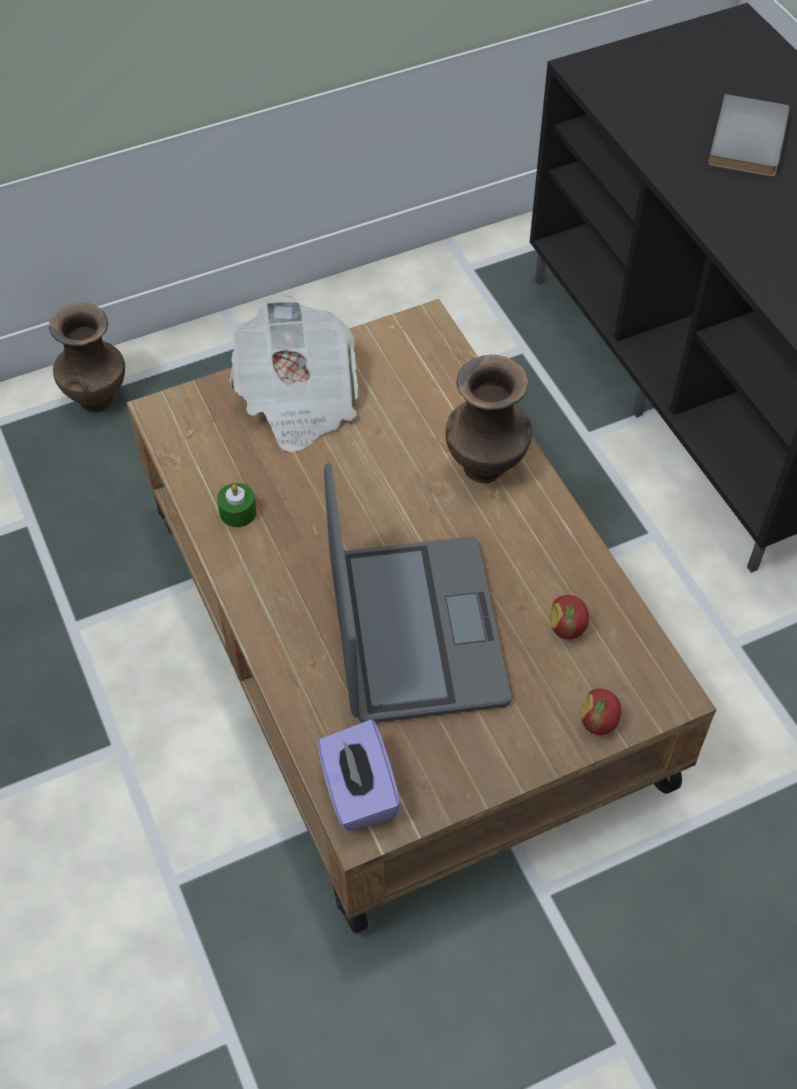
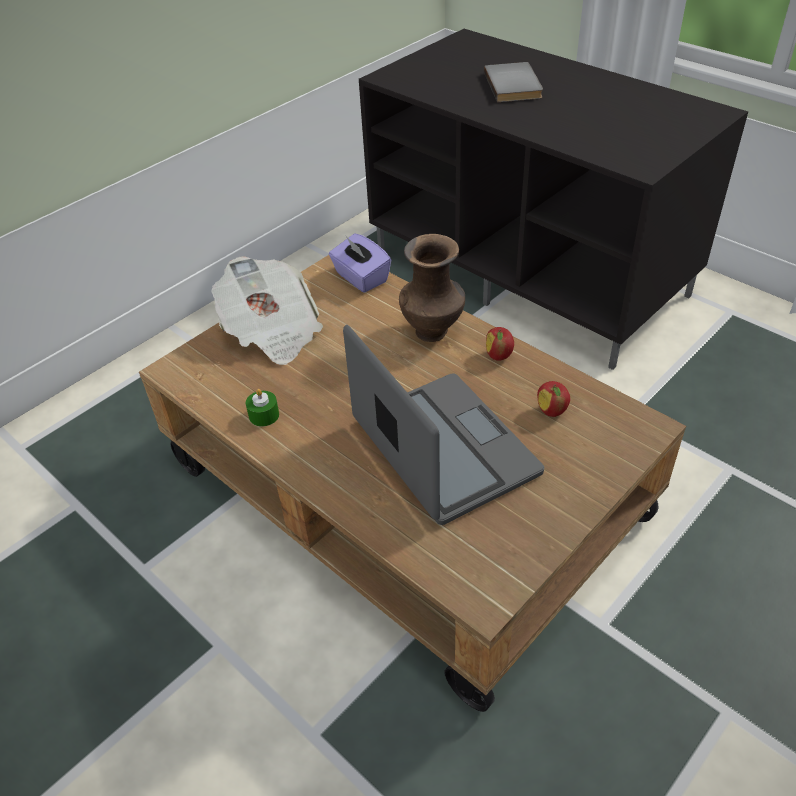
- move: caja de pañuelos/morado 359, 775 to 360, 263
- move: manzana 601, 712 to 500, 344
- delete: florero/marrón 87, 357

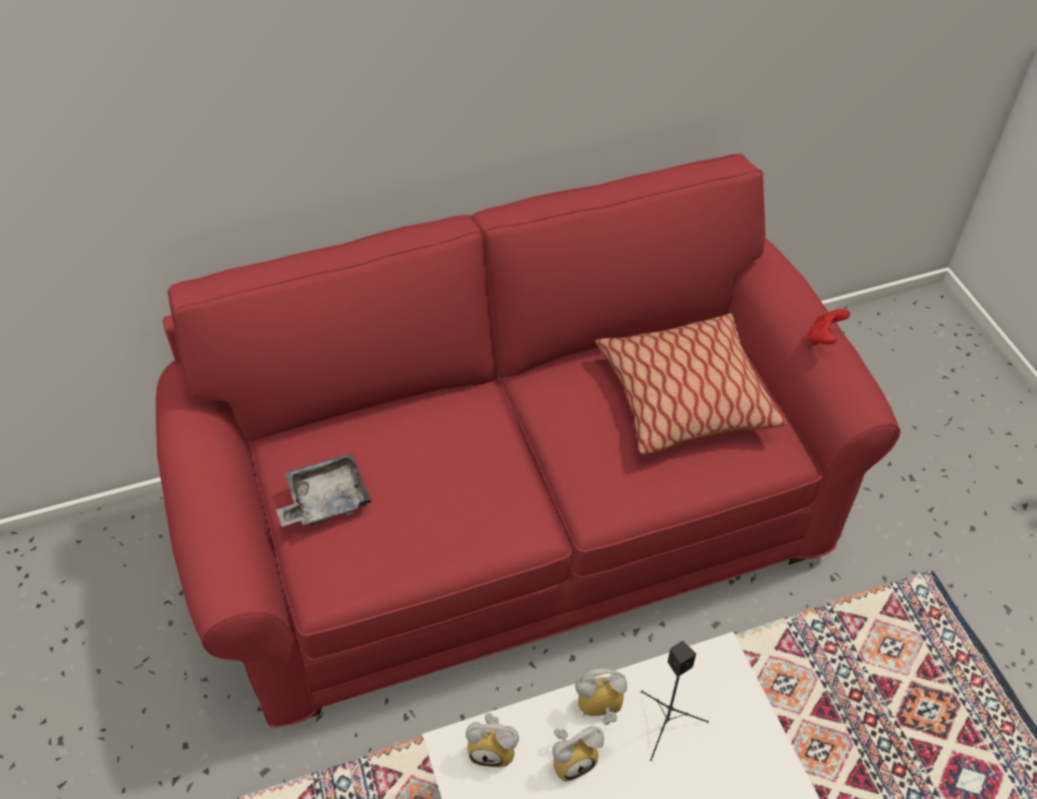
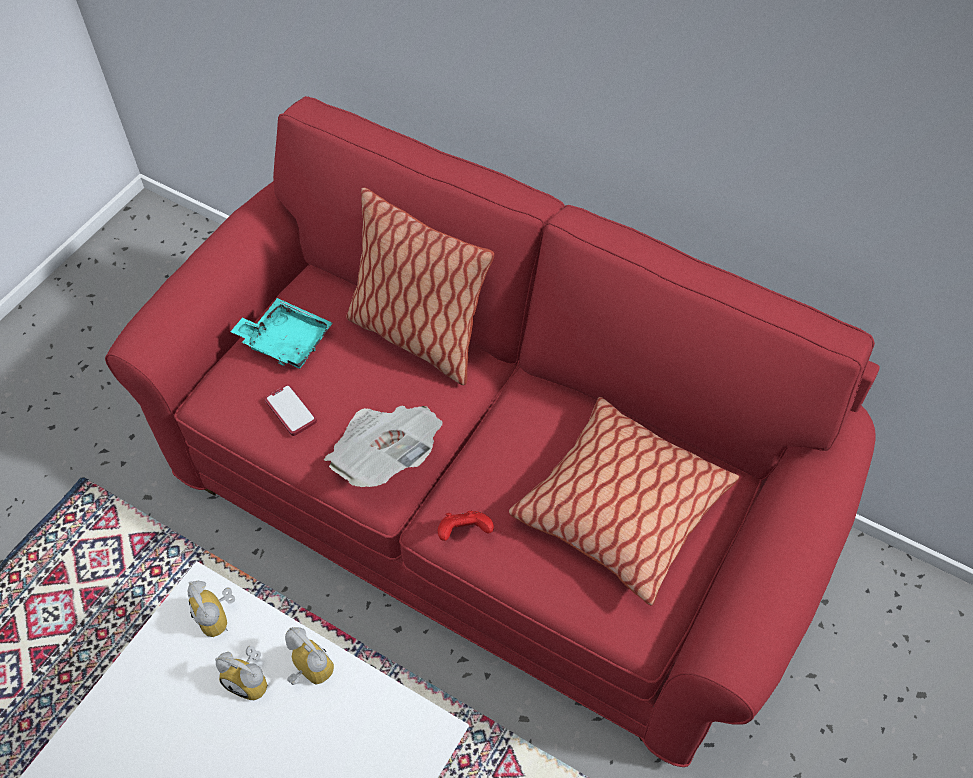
- recolor: bandeja/gris 323, 490 to bandeja/turquesa 281, 333
- insert: móvil 291, 410
- insert: periódico 383, 446
- insert: cojín 420, 286
- move: mando de consola/rojo 828, 327 to 466, 526
- delete: altavoz/negro 675, 701

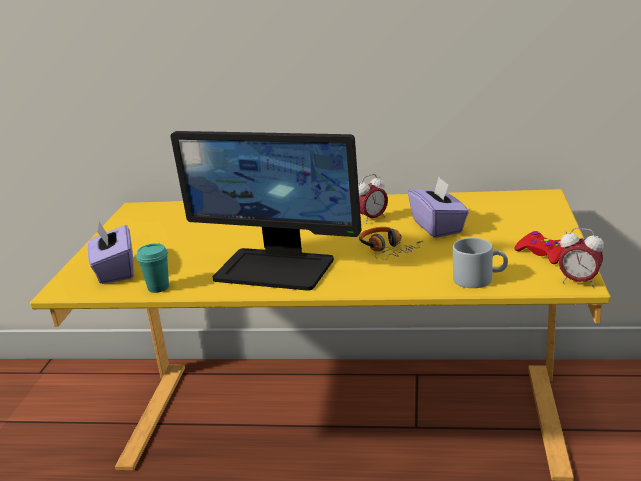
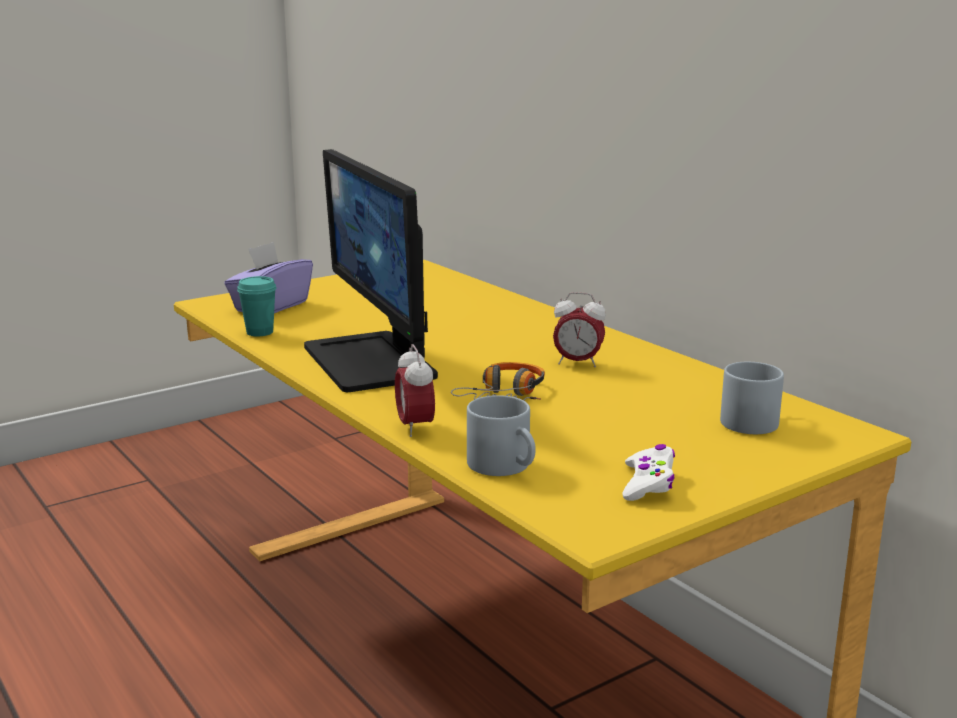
- move: despertador 581, 257 to 415, 390
- recolor: mando de consola/rojo 539, 247 to mando de consola/blanco 648, 472
- insert: taza grande/gris 752, 398
- delete: caja de pañuelos/morado 438, 207

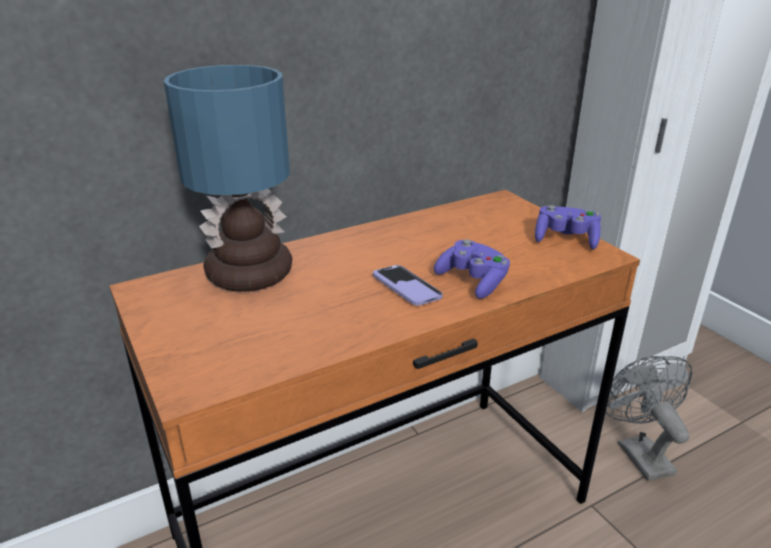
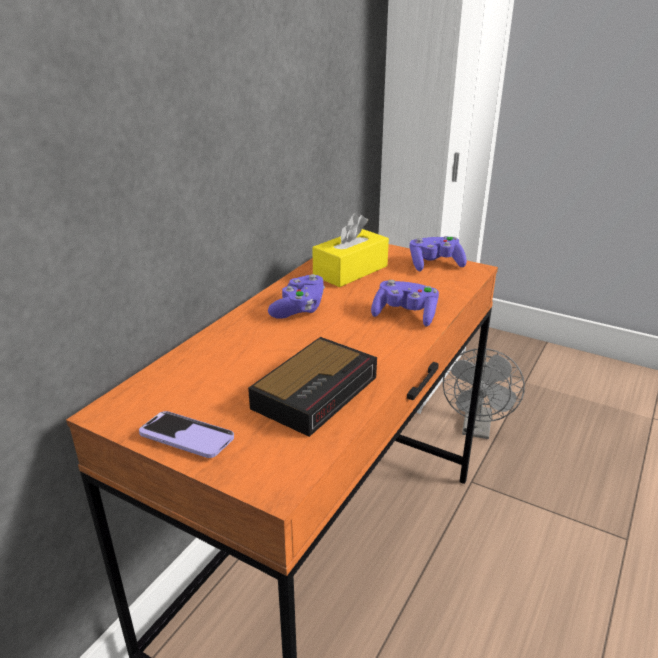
- move: móvil 408, 285 to 186, 434
- insert: despertador 312, 387
- insert: mando de consola/morado 296, 296
- insert: caja de pañuelos/amarillo 351, 250
- rotate: ventilador/gris 649, 418 = 484, 393 120 degrees counterclockwise
- delete: lámpara de mesa 228, 178

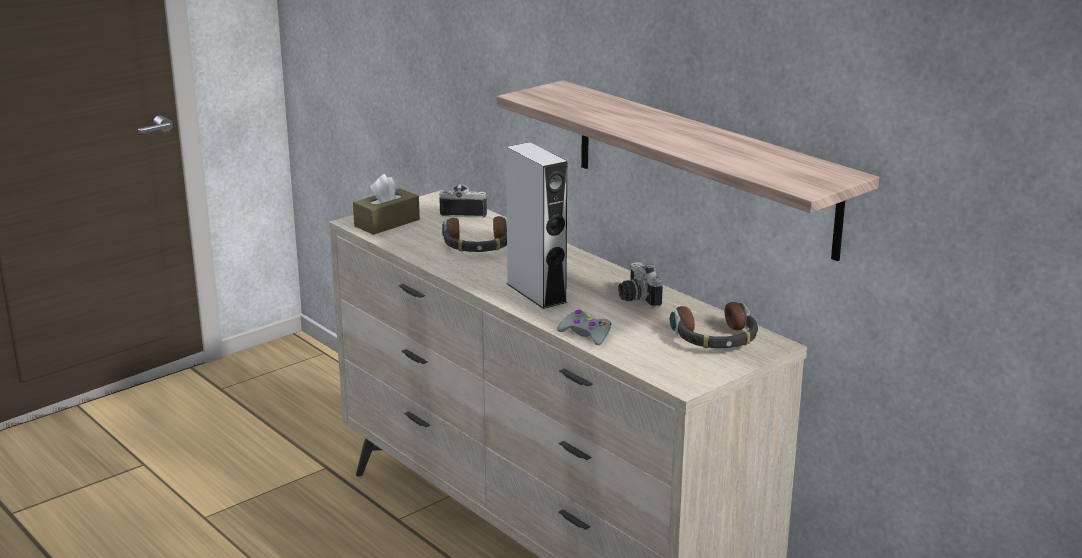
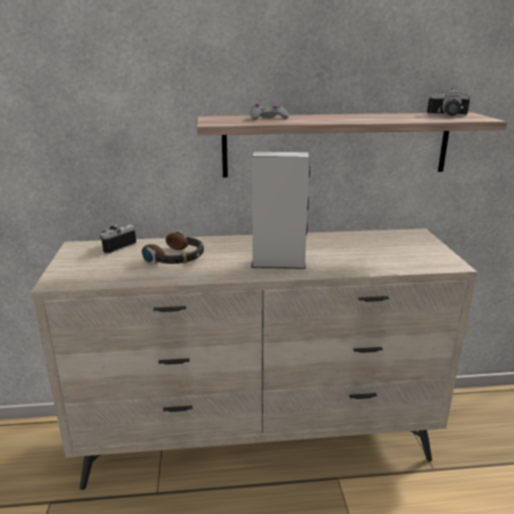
- move: mando de consola/gris 584, 327 to 269, 112
- move: cámara 640, 285 to 448, 102
- delete: caja de pañuelos/marrón 386, 204
- delete: auriculares 714, 325

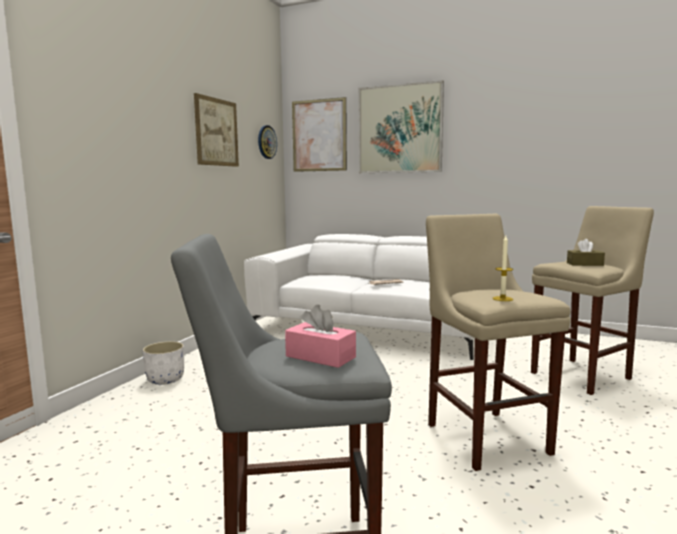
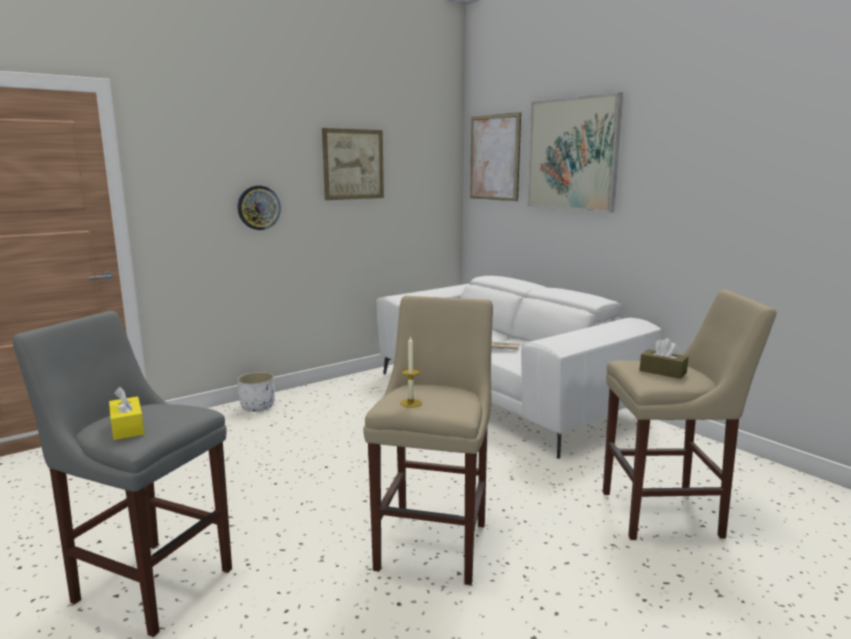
- recolor: caja de pañuelos/rosa 320, 336 to caja de pañuelos/amarillo 126, 413
- move: reloj de pared 267, 142 to 259, 208

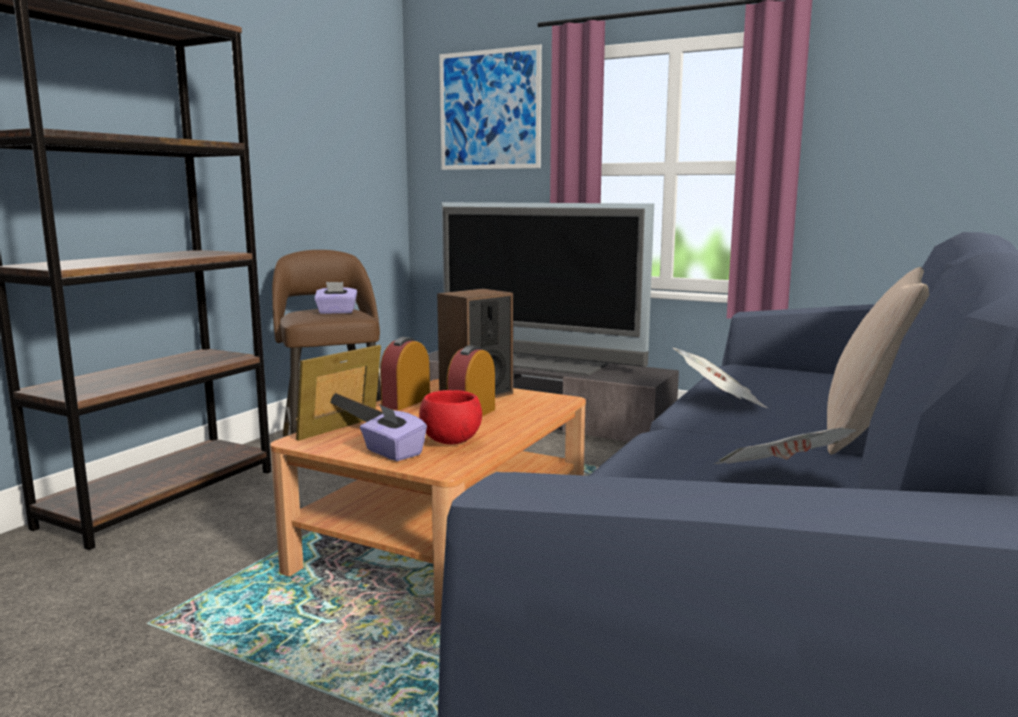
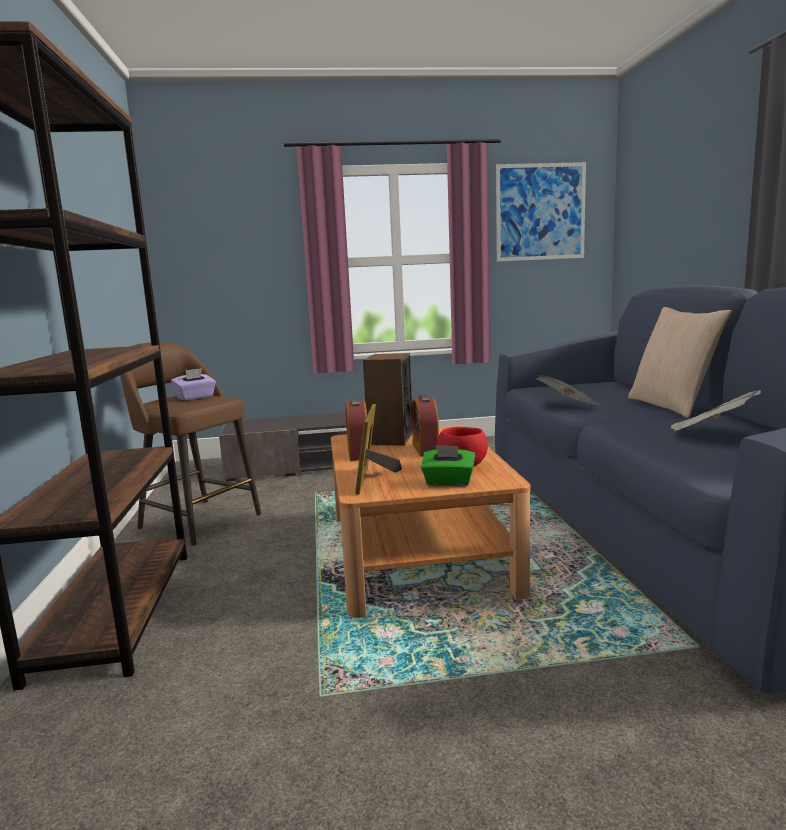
- recolor: caja de pañuelos/morado 393, 432 to caja de pañuelos/verde 448, 465
- move: cuadro 490, 107 to 541, 212
- delete: televisor 547, 288

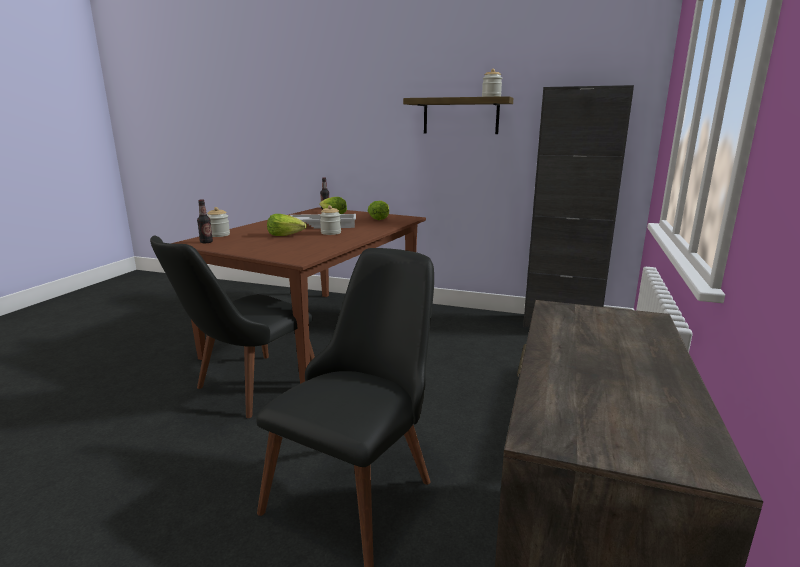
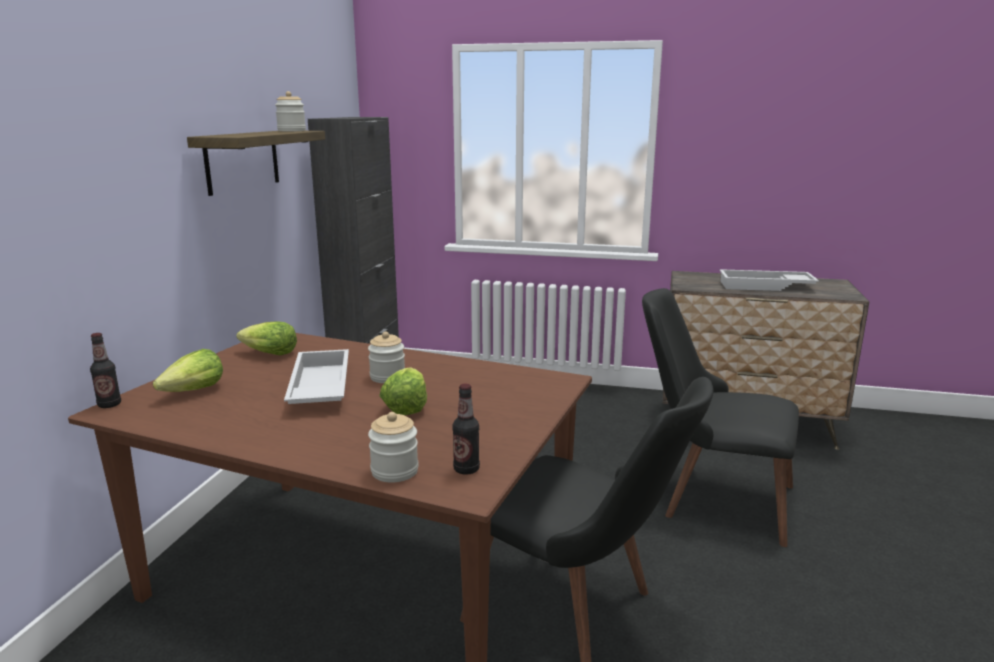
- insert: bandeja/blanco 769, 280

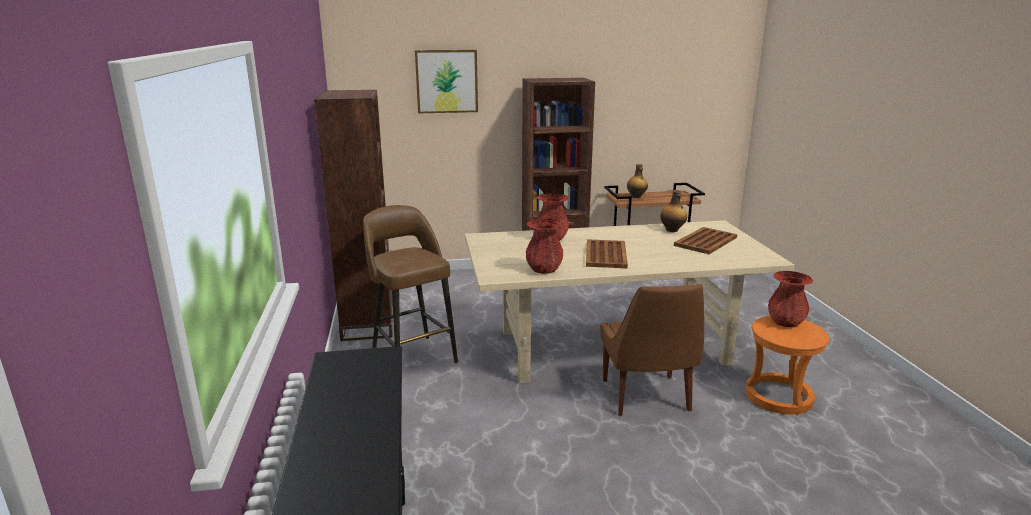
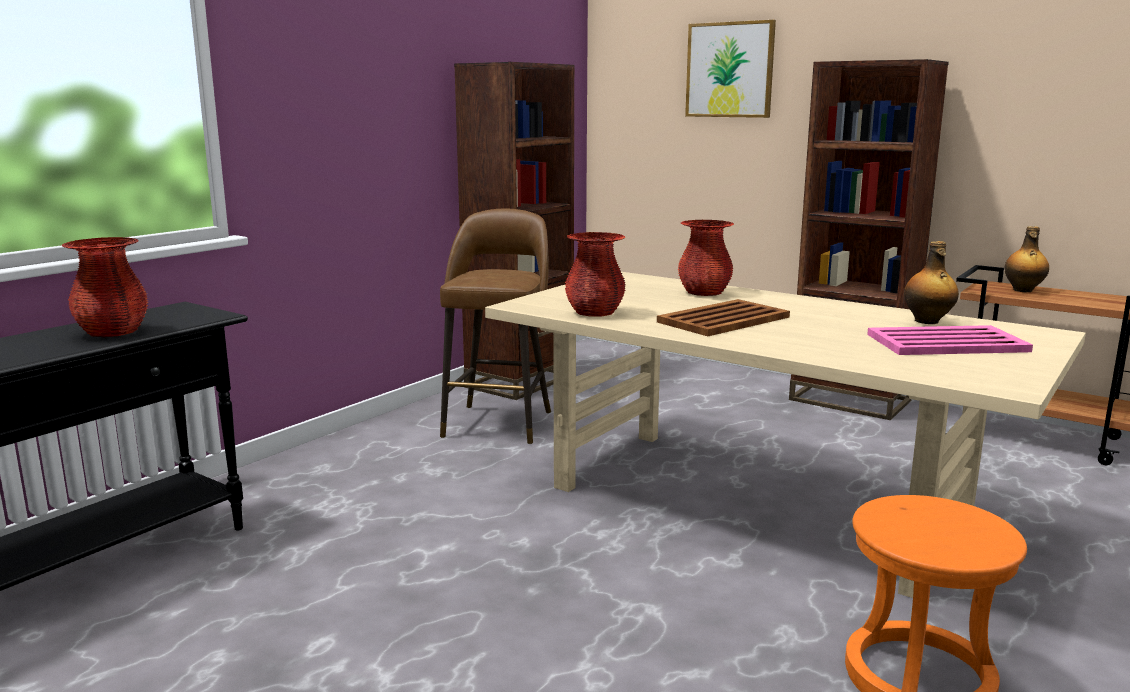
- move: florero/rojo 790, 299 to 104, 287
- recolor: bandeja/marrón 705, 240 to bandeja/rosa 950, 340
- delete: silla/marrón 652, 350

